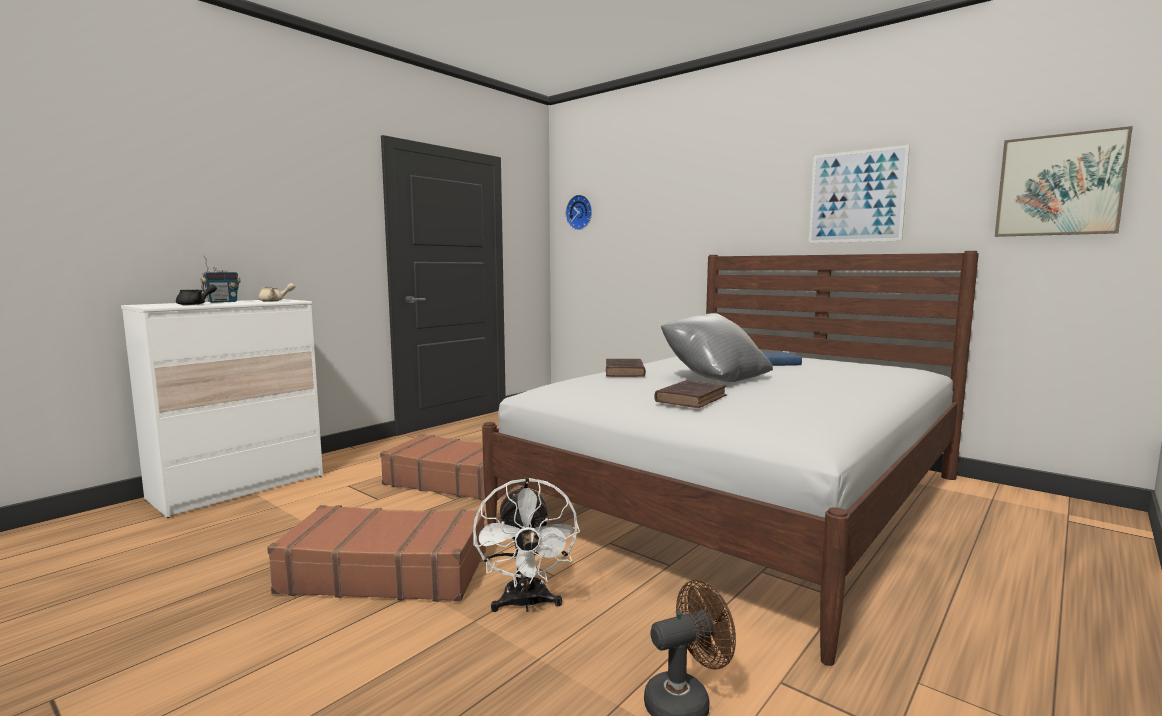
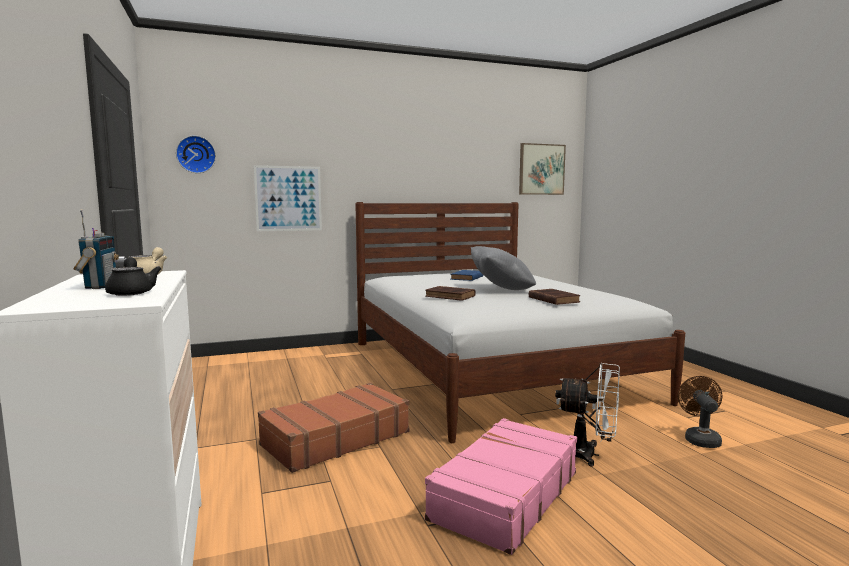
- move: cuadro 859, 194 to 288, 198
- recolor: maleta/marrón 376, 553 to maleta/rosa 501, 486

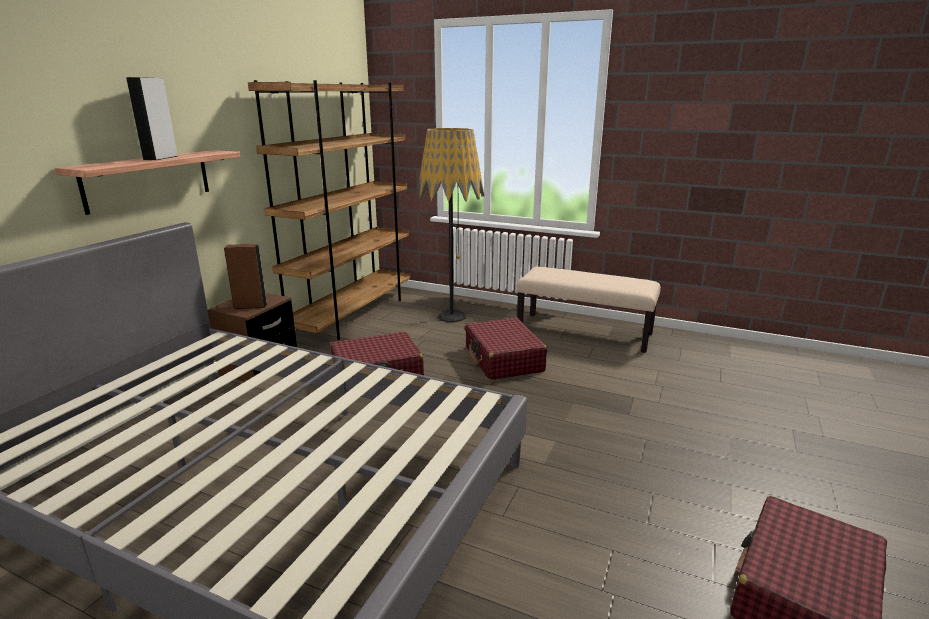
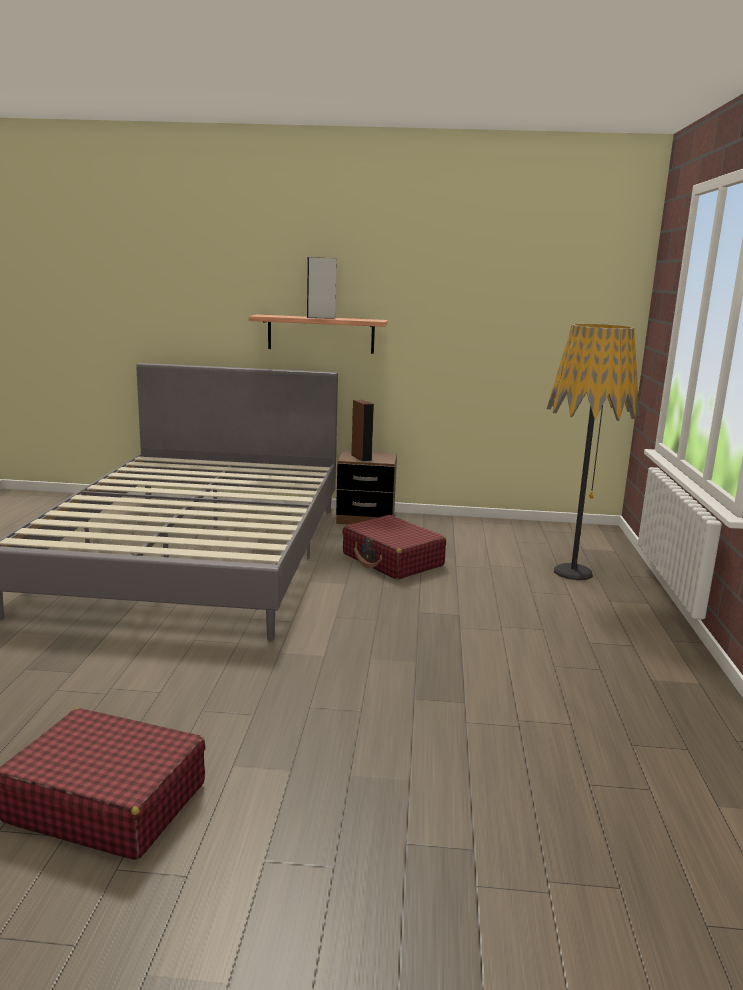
- delete: estantería/marrón 329, 210
- delete: maleta/rojo 506, 348
- delete: banco/beis 588, 310

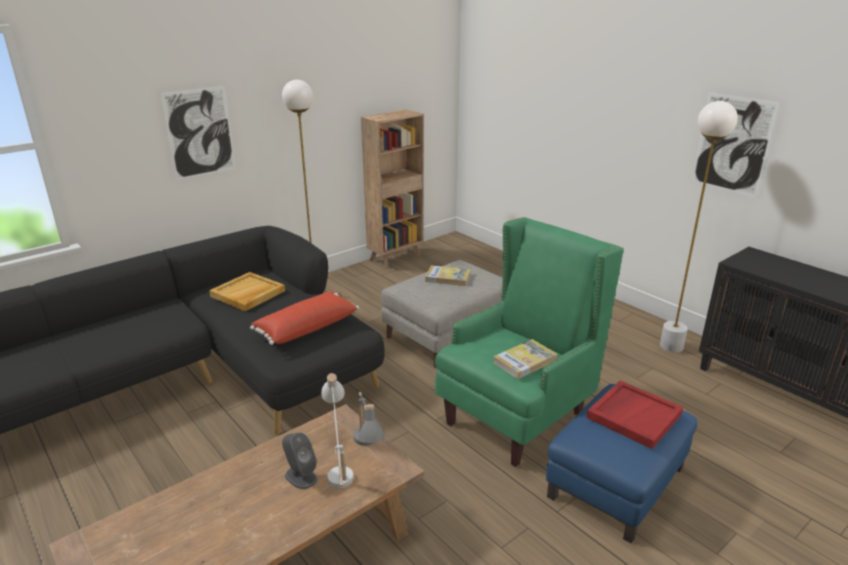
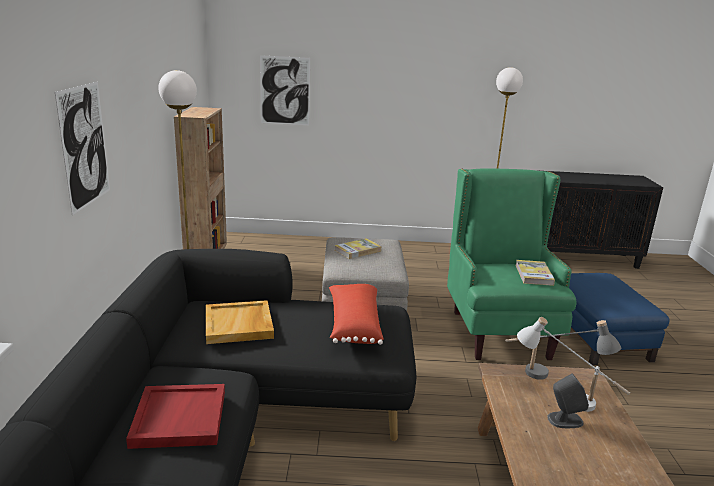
- move: bandeja/rojo 635, 414 to 175, 416
- move: cuadro 735, 144 to 285, 90

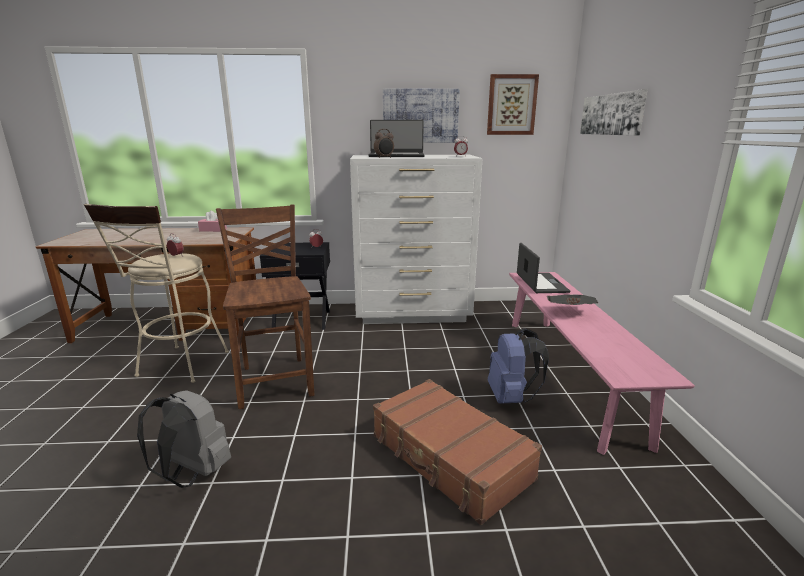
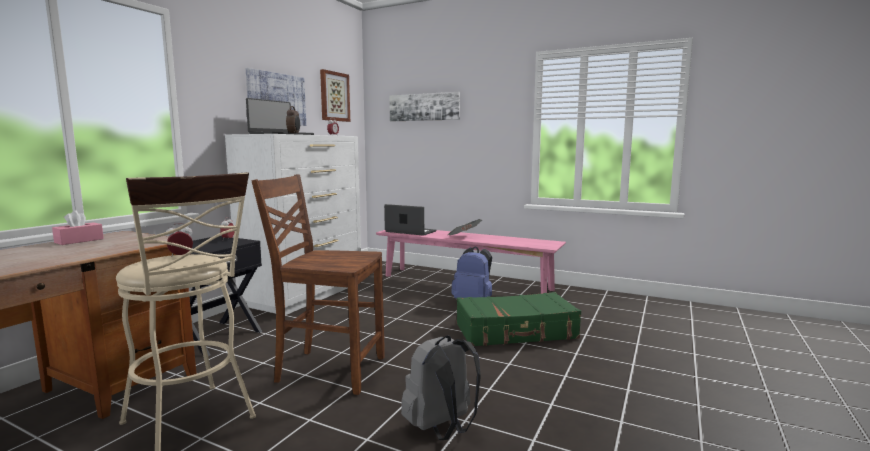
- recolor: maleta/marrón 457, 452 to maleta/verde 518, 319

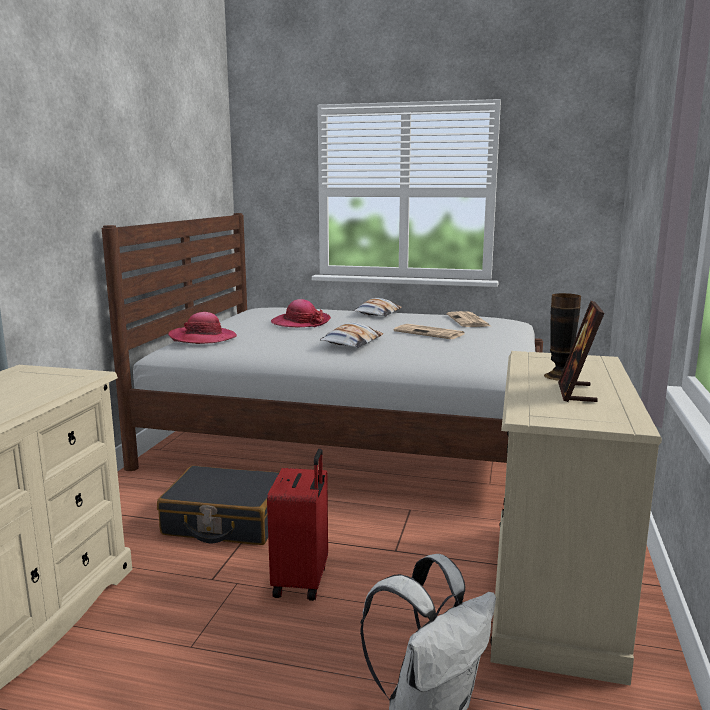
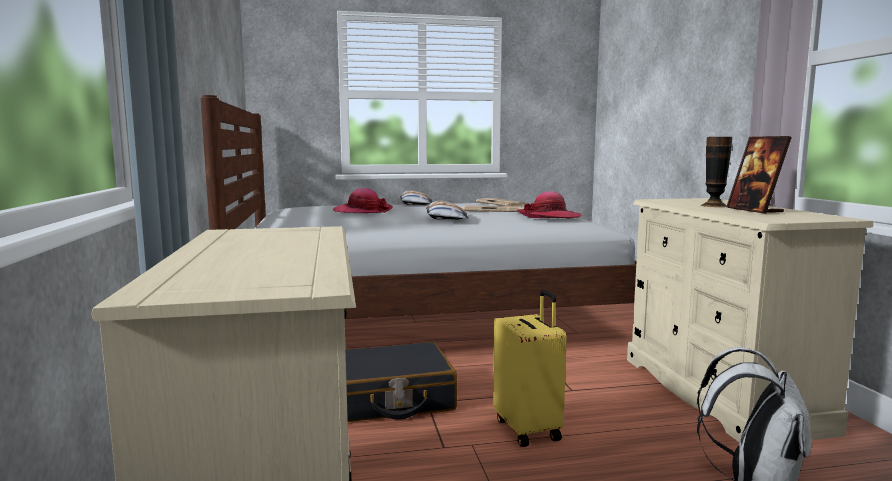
- recolor: maleta/rojo 297, 524 to maleta/amarillo 530, 368
- move: sombrero 202, 328 to 549, 205

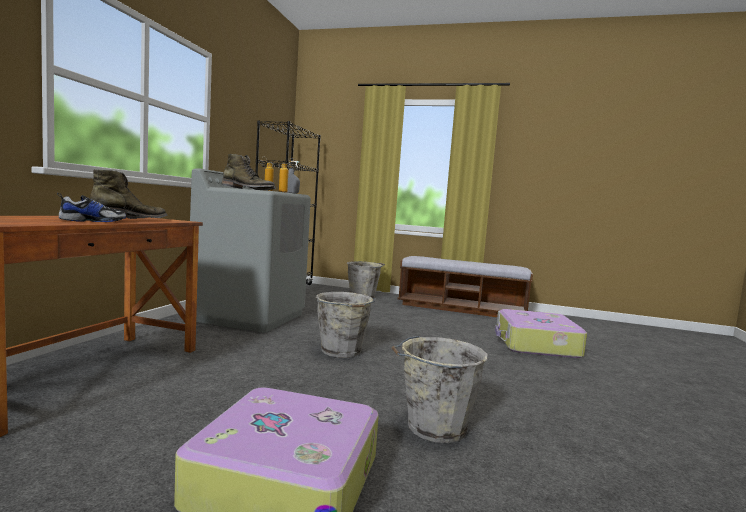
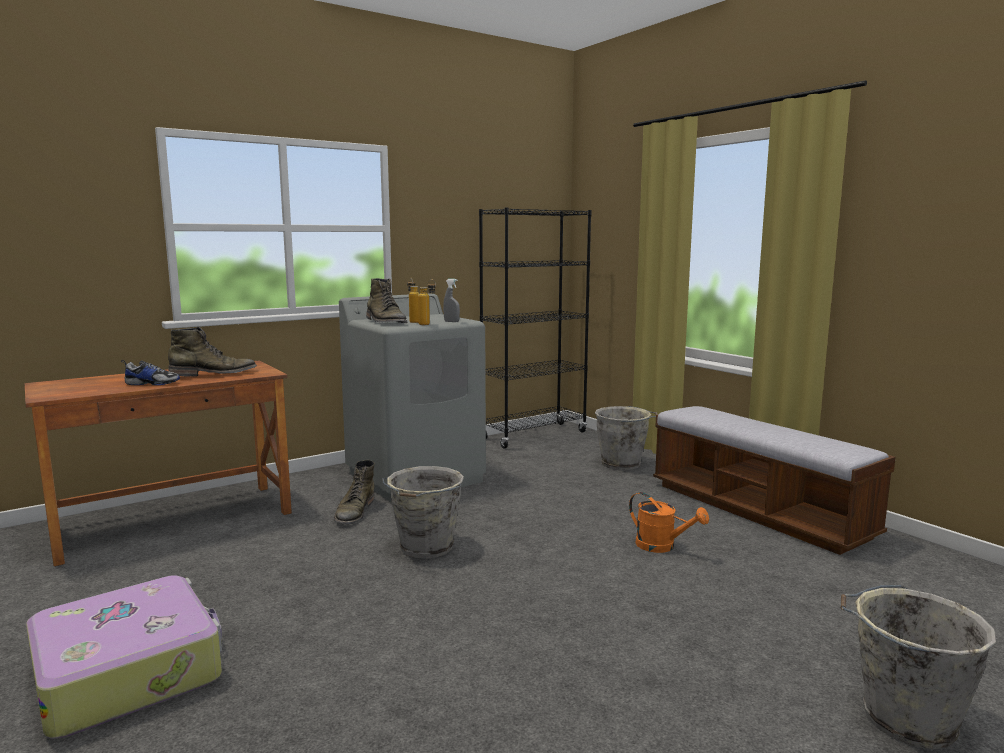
- insert: bota/verde 354, 492
- insert: regadera/naranja 669, 522
- move: cubo/gris 440, 389 to 918, 667
- delete: maleta 541, 333

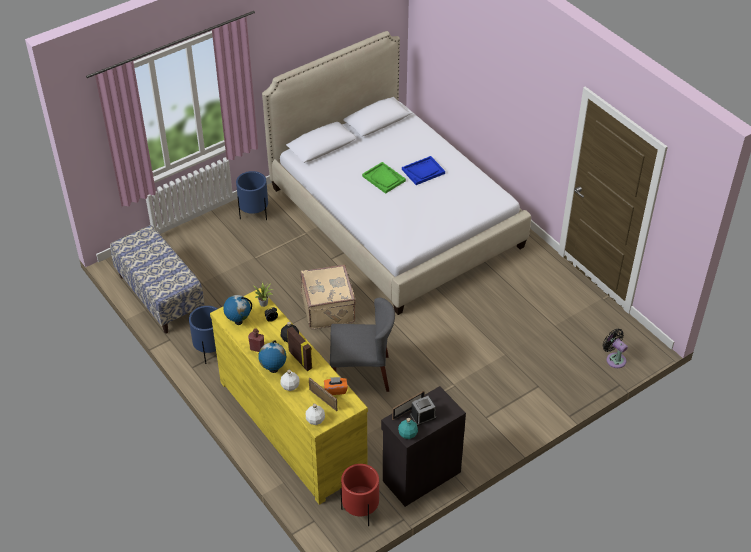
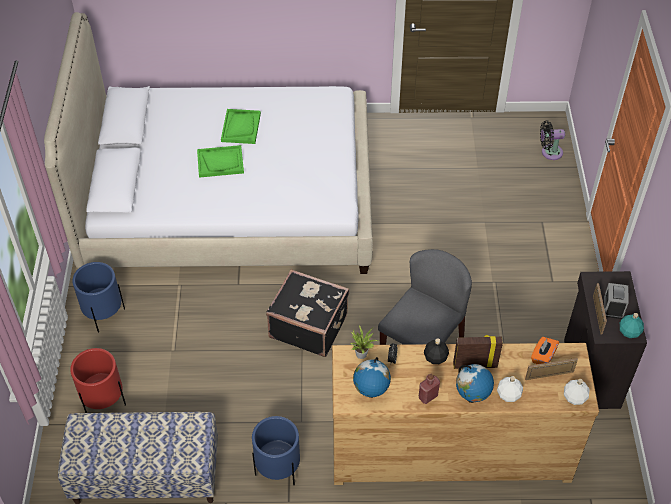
- move: maceta/rojo 360, 495 to 98, 380
- recolor: bandeja/azul 423, 170 to bandeja/verde 241, 126
- recolor: maleta/beis 328, 297 to maleta/negro 307, 313
- recolor: cómoda/amarillo 289, 396 to cómoda/marrón 465, 414

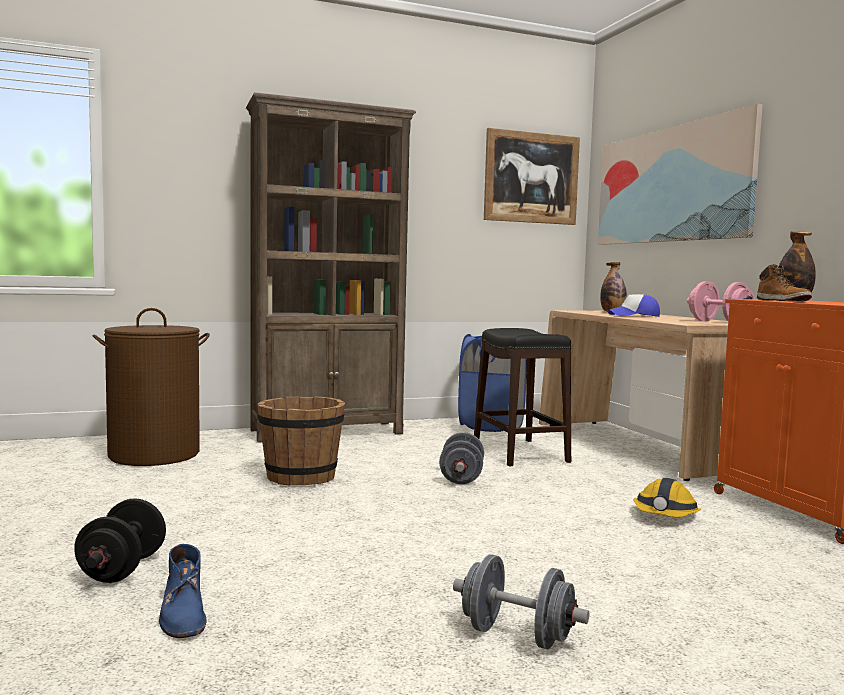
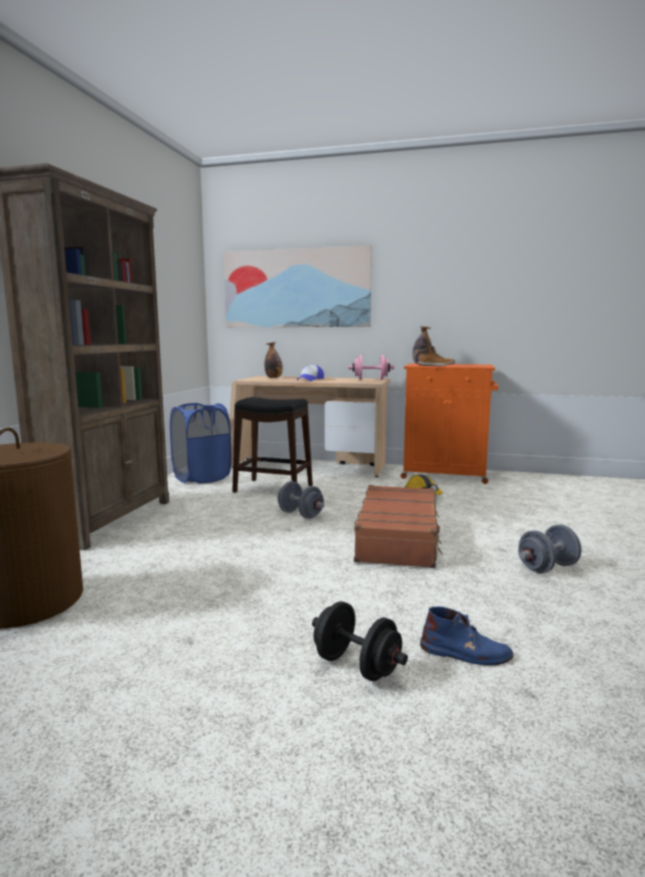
- insert: maleta/marrón 398, 526
- delete: cubo/marrón 301, 440
- delete: cuadro 532, 176

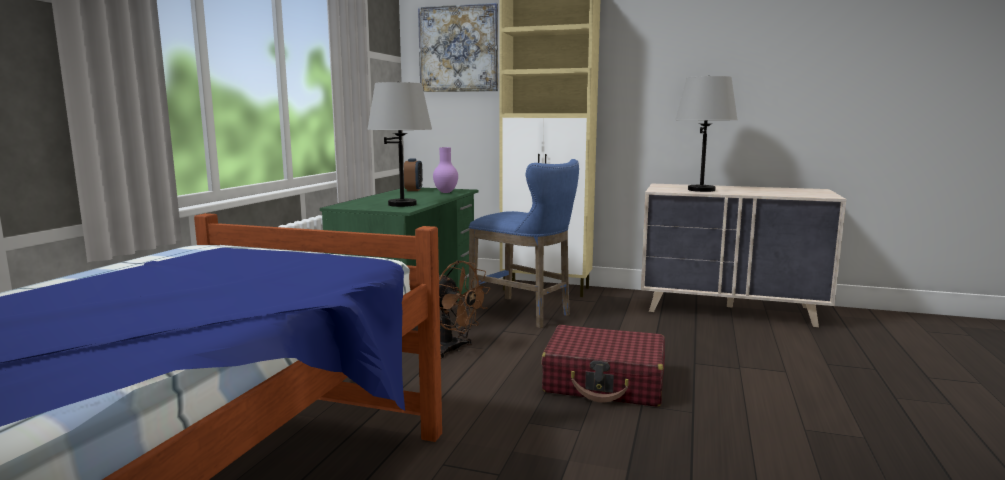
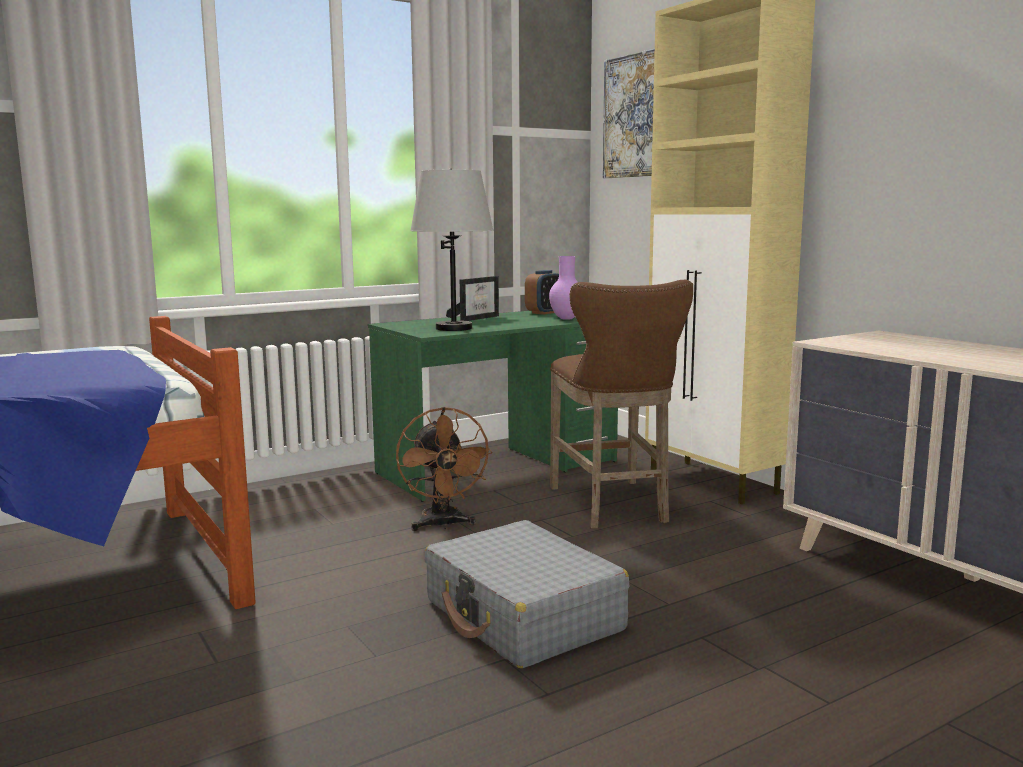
- recolor: maleta/rojo 603, 366 to maleta/gris 527, 594
- insert: portarretratos 472, 298
- recolor: taburete/azul 524, 243 to taburete/marrón 621, 404
- delete: lámpara de mesa/gris 706, 134

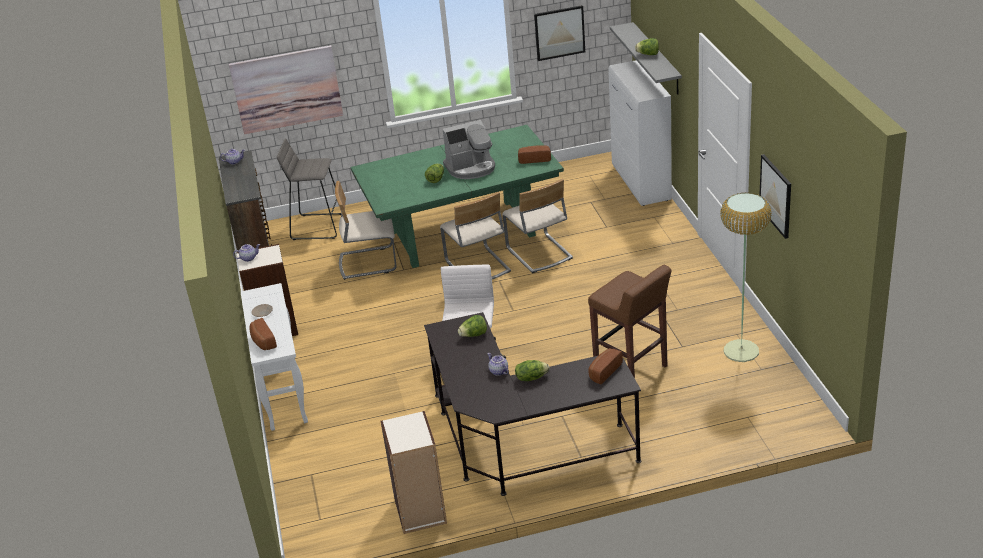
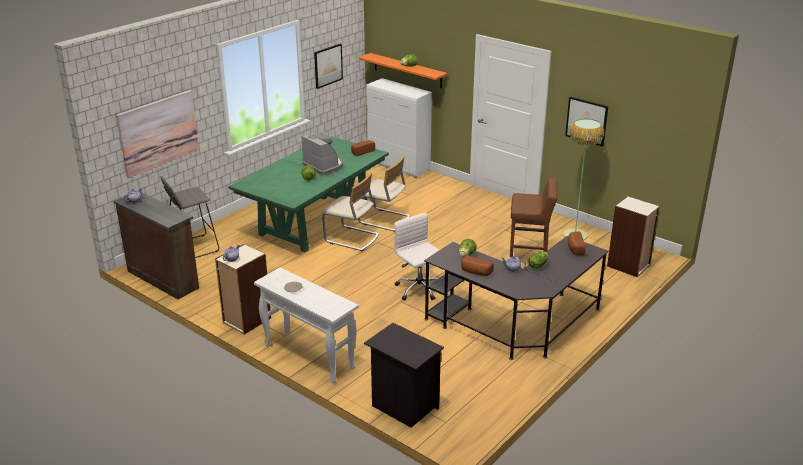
- rotate: cafetera 468, 149 = 322, 155 75 degrees counterclockwise
- recolor: estante/gris 646, 58 to estante/naranja 402, 71
- insert: mesita de noche/negro 404, 375
- move: pan 263, 334 to 477, 265
- move: estantería 414, 472 to 633, 236
- delete: silla/beis 366, 230

